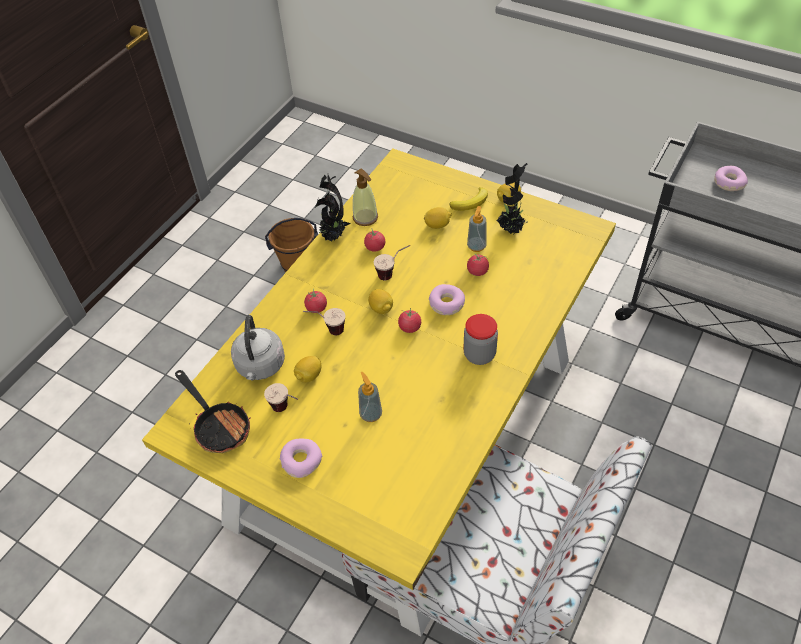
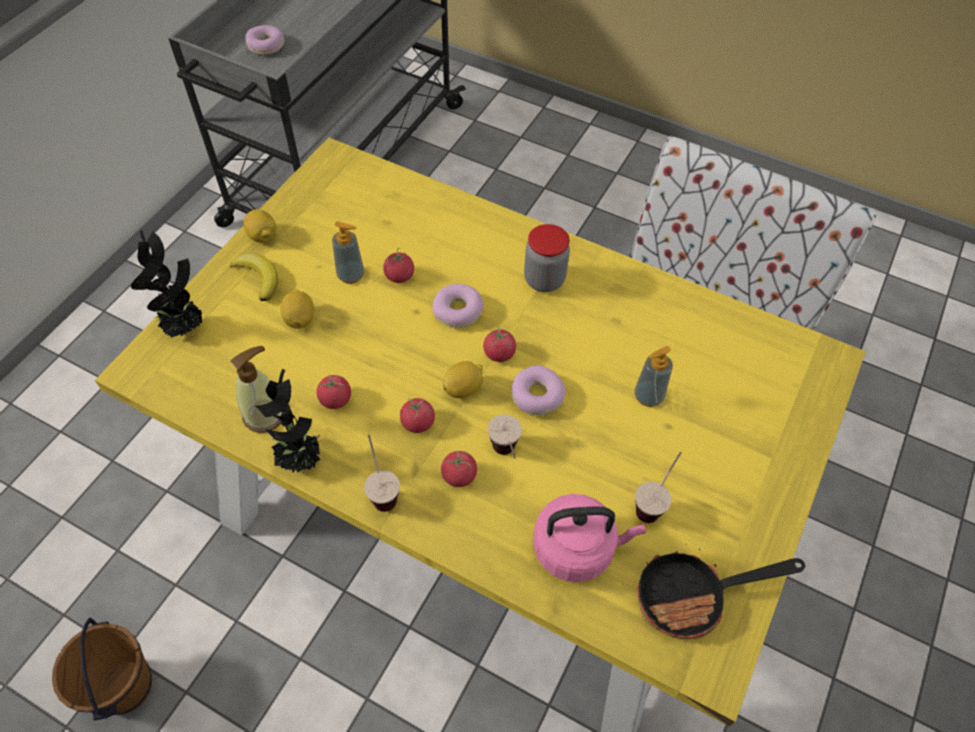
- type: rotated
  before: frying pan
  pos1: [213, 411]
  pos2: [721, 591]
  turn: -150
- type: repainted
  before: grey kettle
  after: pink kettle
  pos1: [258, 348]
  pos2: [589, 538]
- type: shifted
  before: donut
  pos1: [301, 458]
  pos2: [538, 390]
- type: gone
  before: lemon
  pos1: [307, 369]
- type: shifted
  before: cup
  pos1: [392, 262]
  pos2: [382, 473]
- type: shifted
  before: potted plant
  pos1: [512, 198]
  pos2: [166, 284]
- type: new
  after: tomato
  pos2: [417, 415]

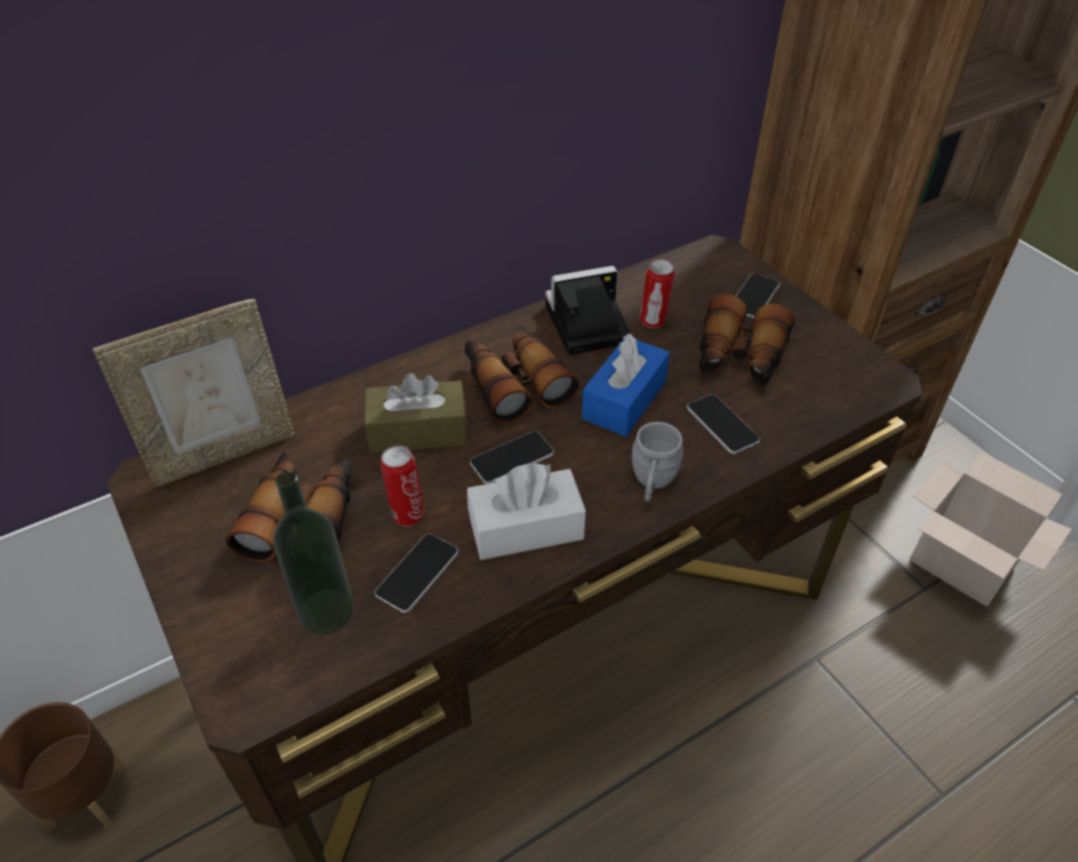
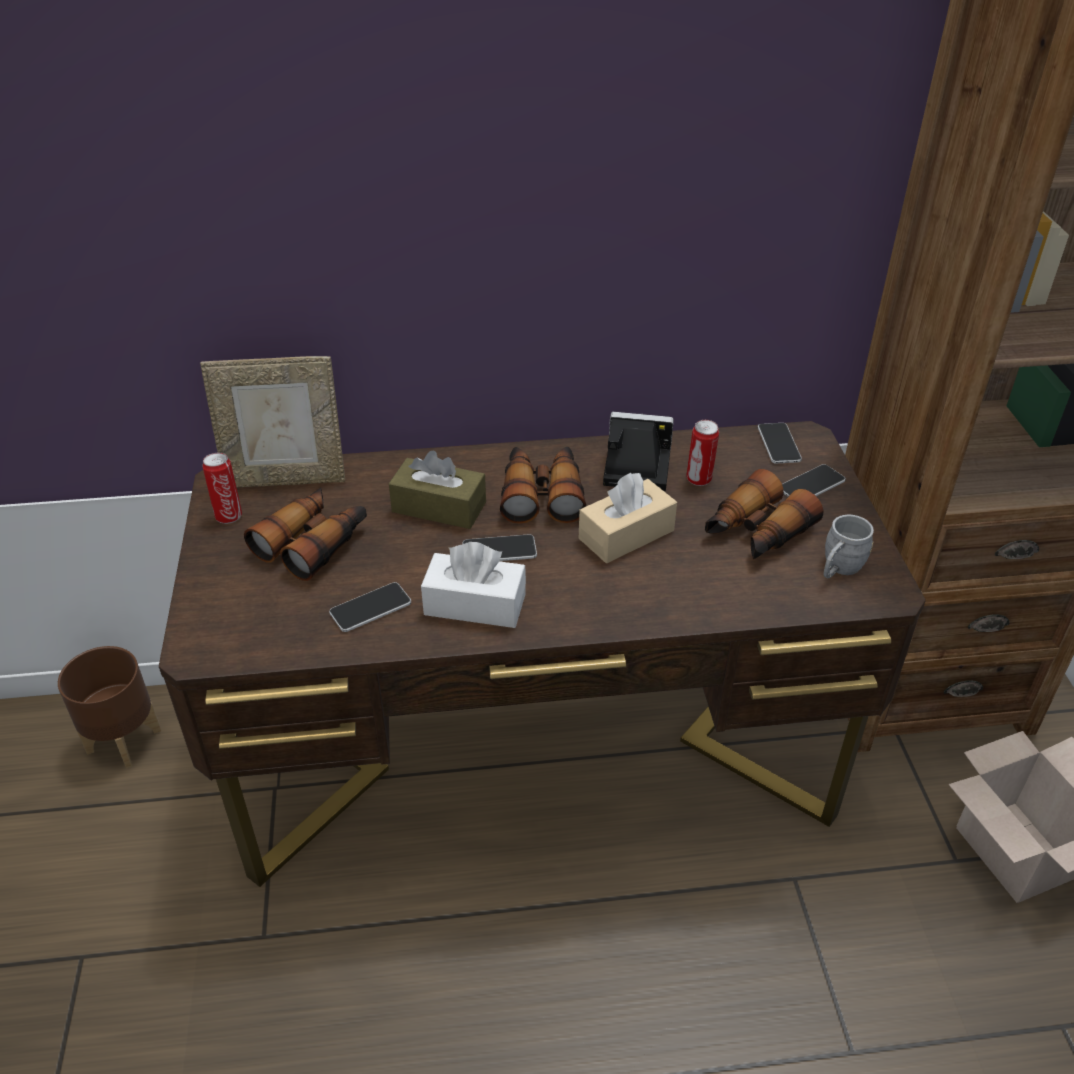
- type: gone
  before: bottle
  pos1: [313, 552]
- type: shifted
  before: can
  pos1: [402, 486]
  pos2: [222, 488]
- type: repainted
  before: blue tissue box
  after: beige tissue box
  pos1: [626, 385]
  pos2: [628, 517]
- type: shifted
  before: grey mug
  pos1: [657, 461]
  pos2: [848, 546]
- type: shifted
  before: phone
  pos1: [723, 424]
  pos2: [780, 443]

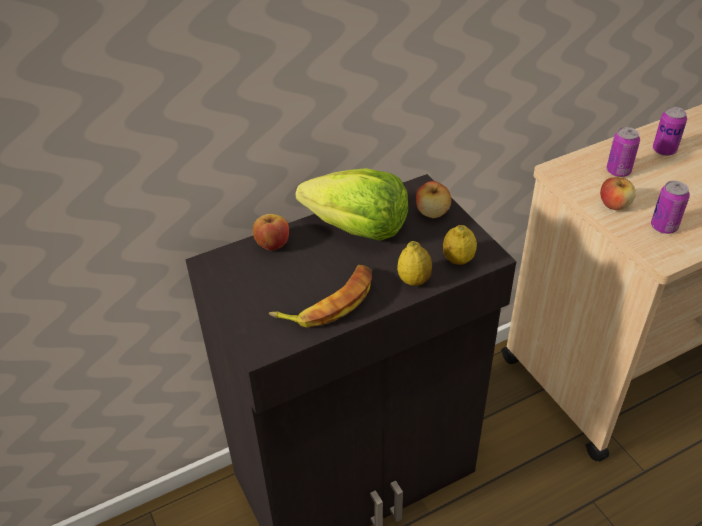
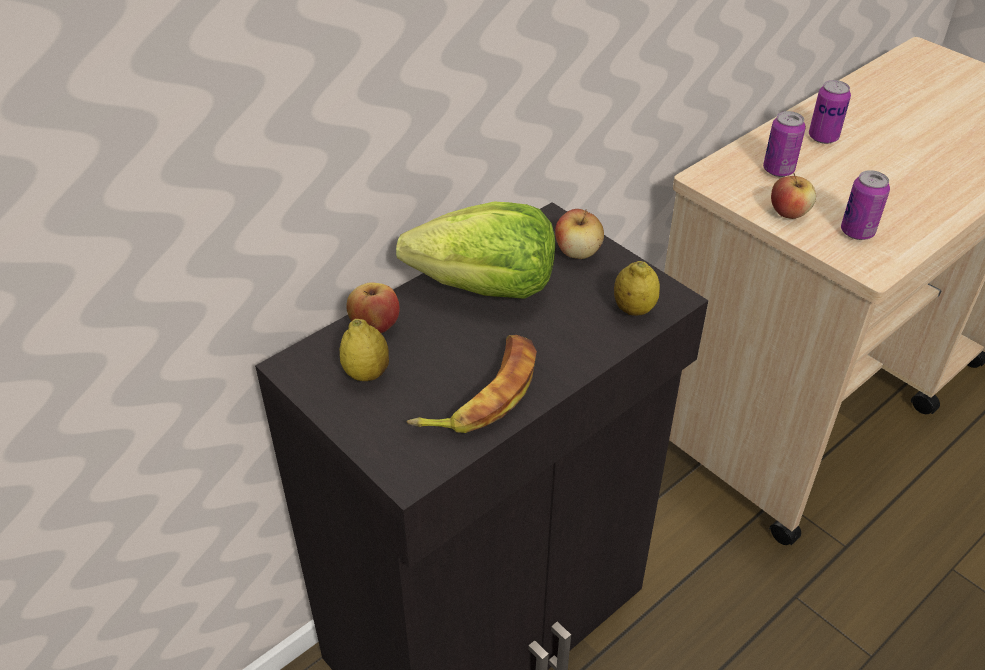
- type: shifted
  before: lemon
  pos1: [414, 263]
  pos2: [364, 350]

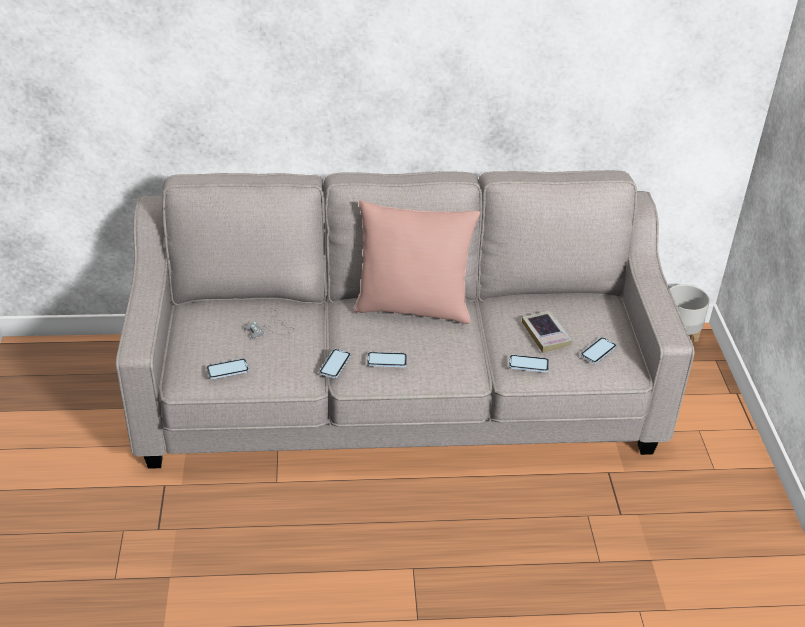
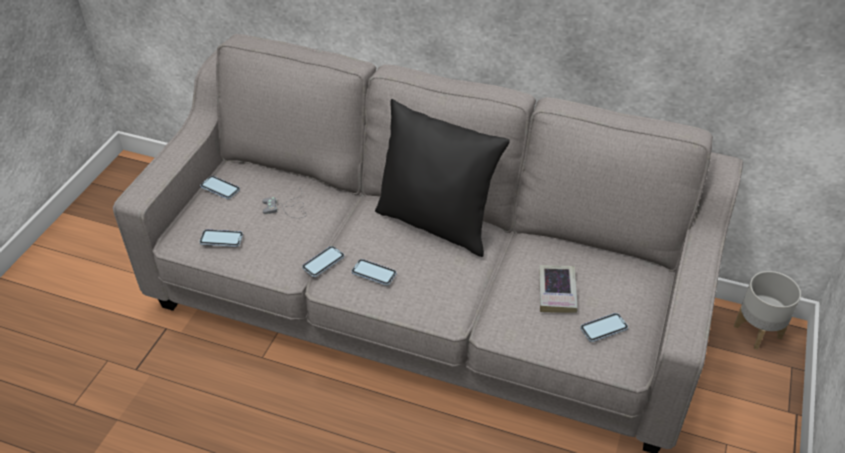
- type: repainted
  before: pink pillow
  after: black pillow
  pos1: [416, 262]
  pos2: [442, 178]
- type: shifted
  before: phone
  pos1: [529, 363]
  pos2: [220, 187]

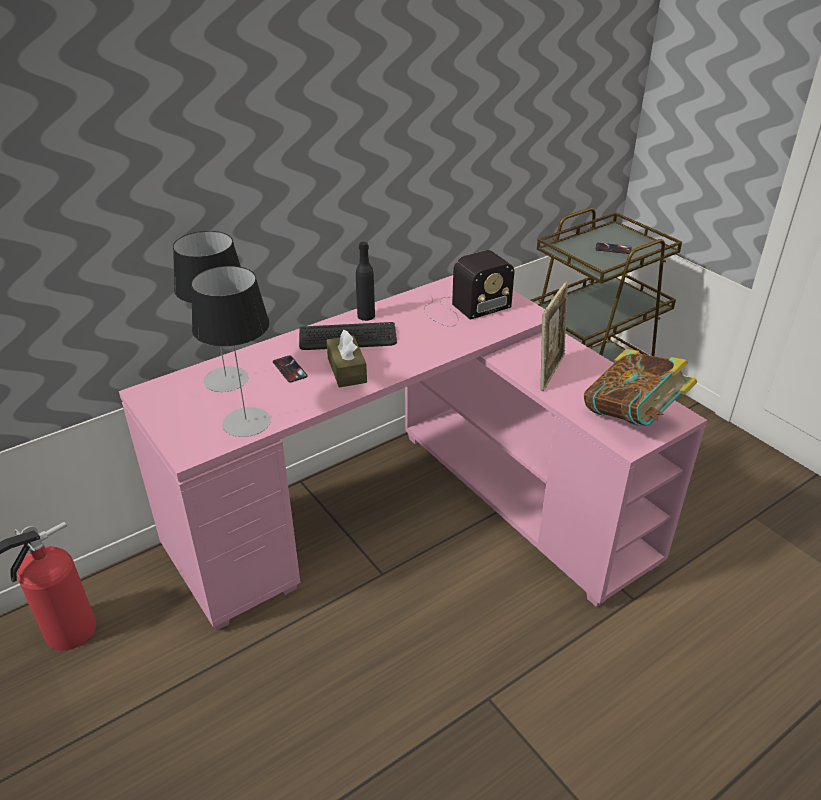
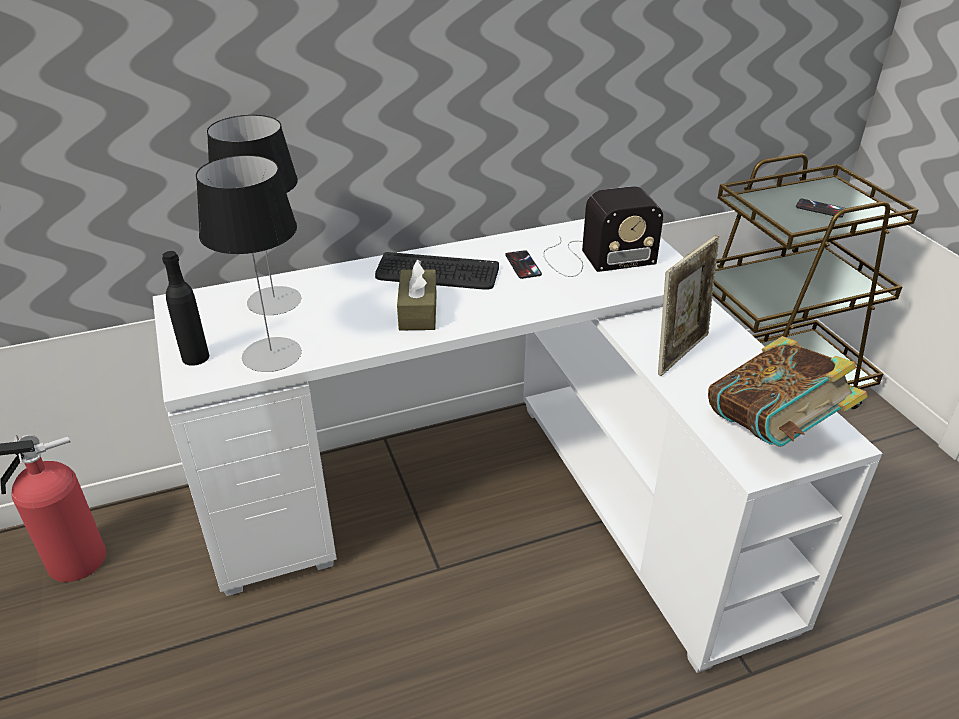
- type: repainted
  before: pink desk
  after: white desk
  pos1: [413, 453]
  pos2: [517, 446]
- type: shifted
  before: phone
  pos1: [290, 369]
  pos2: [523, 264]
- type: shifted
  before: black bottle
  pos1: [365, 281]
  pos2: [185, 308]

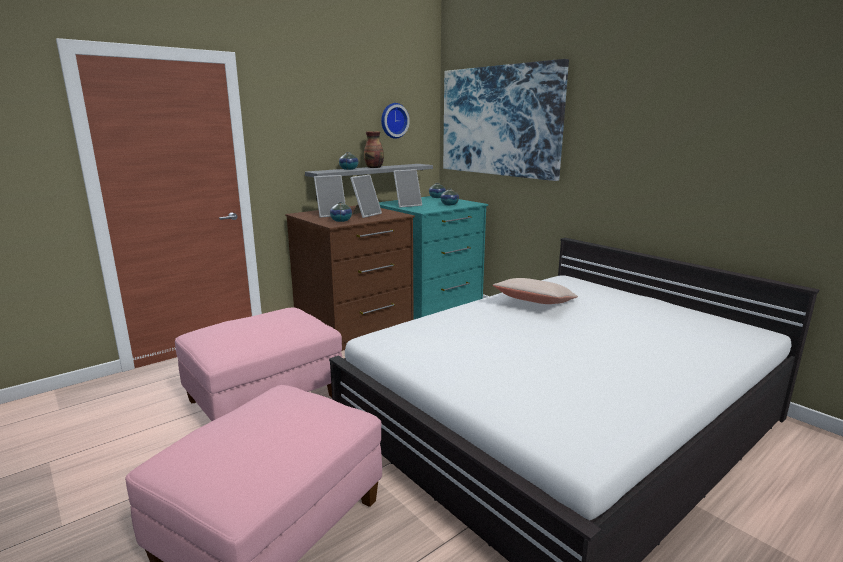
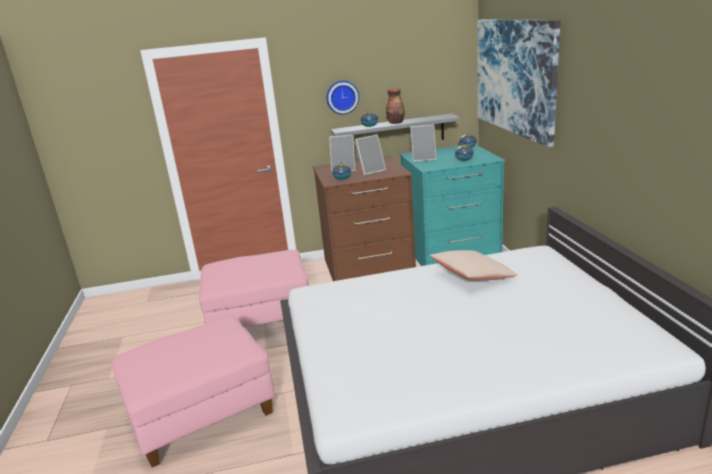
- type: shifted
  before: wall clock
  pos1: [395, 121]
  pos2: [342, 98]

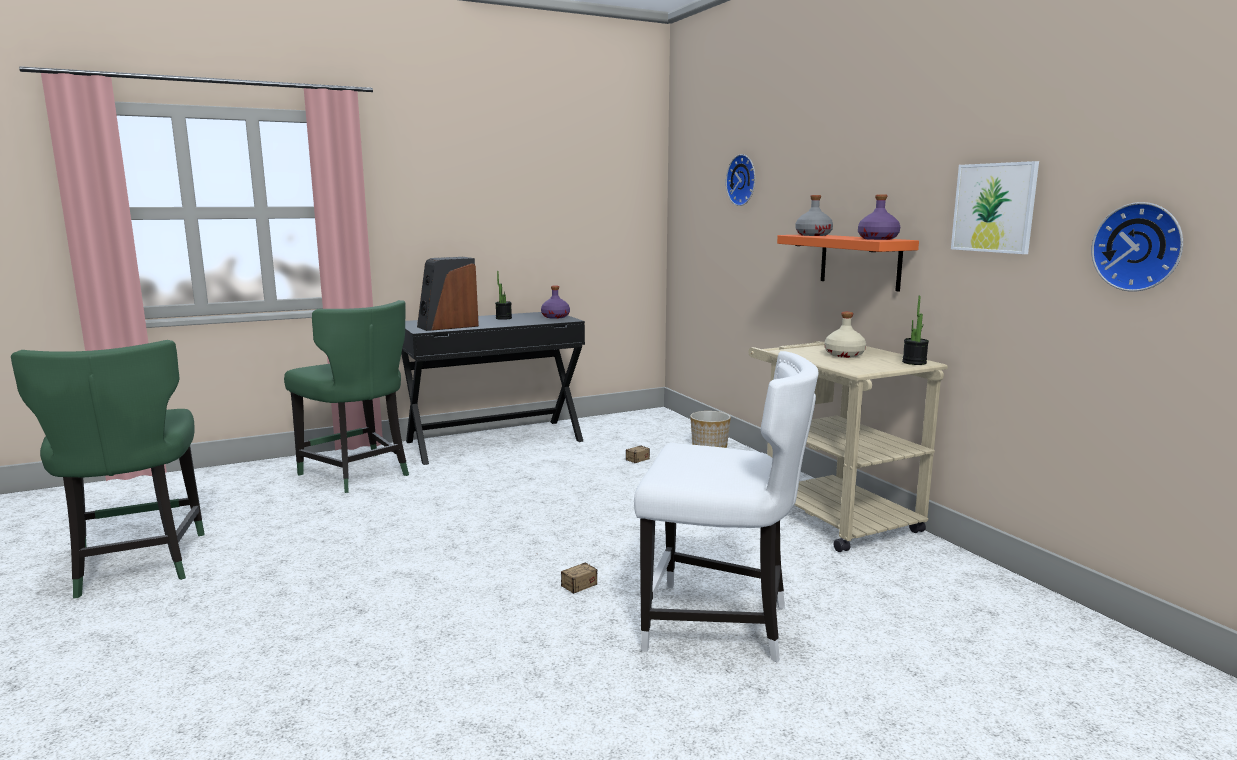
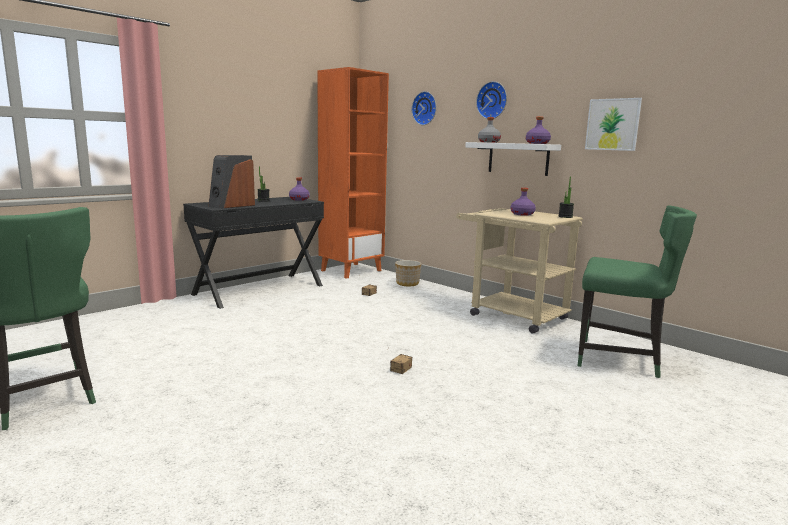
- type: shifted
  before: green chair
  pos1: [346, 396]
  pos2: [637, 291]
- type: gone
  before: white chair
  pos1: [726, 506]
- type: repainted
  before: orange shelf
  after: white shelf
  pos1: [848, 263]
  pos2: [513, 159]
- type: repainted
  before: beige bottle
  after: purple bottle
  pos1: [845, 335]
  pos2: [523, 202]
- type: shifted
  before: wall clock
  pos1: [1137, 247]
  pos2: [491, 100]
- type: new
  after: orange bookcase
  pos2: [353, 173]

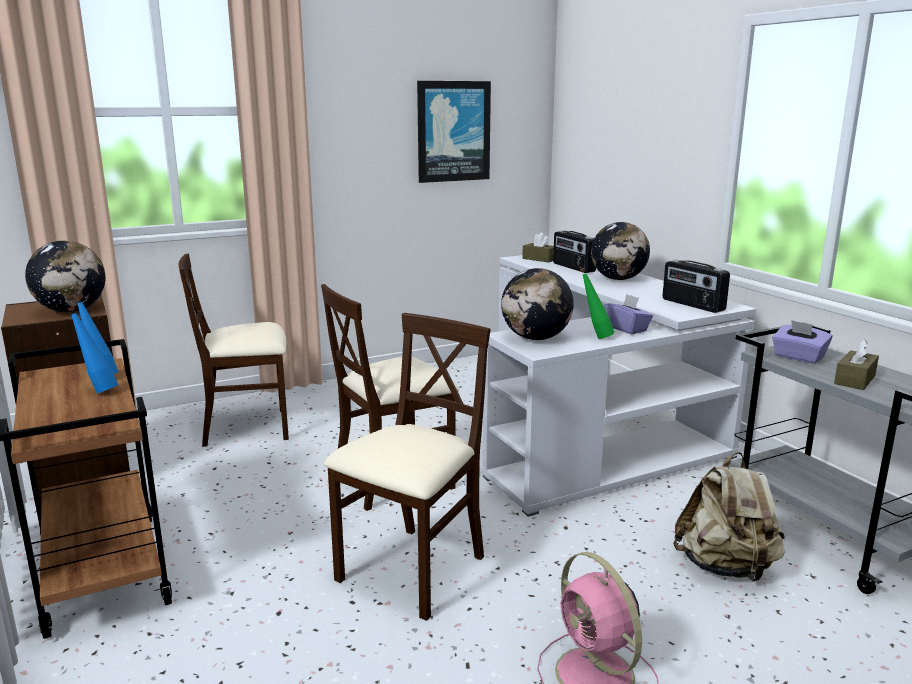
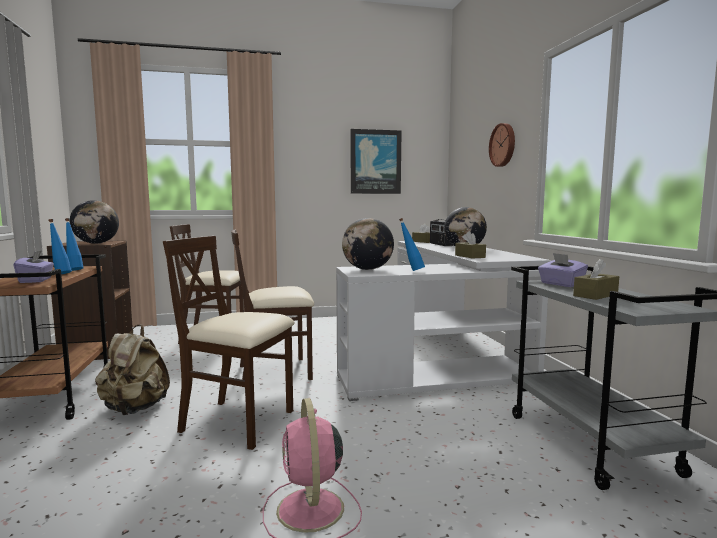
- type: rotated
  before: beige chair
  pos1: [407, 467]
  pos2: [229, 343]
  turn: -120
- type: repainted
  before: green bottle
  after: blue bottle
  pos1: [597, 303]
  pos2: [412, 244]
- type: shifted
  before: purple tissue box
  pos1: [628, 314]
  pos2: [33, 266]
- type: gone
  before: radio
  pos1: [696, 286]
- type: shifted
  before: beige backpack
  pos1: [729, 517]
  pos2: [132, 369]
- type: new
  after: brown tissue box
  pos2: [470, 245]
- type: new
  after: wall clock
  pos2: [502, 145]

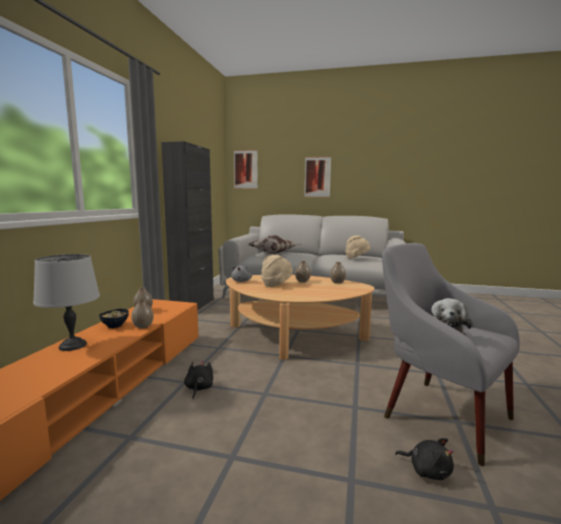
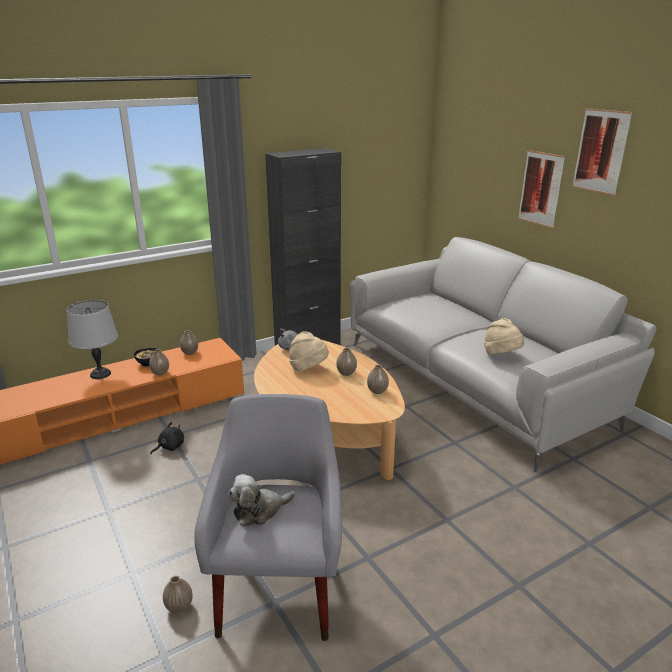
- type: shifted
  before: picture
  pos1: [246, 169]
  pos2: [602, 152]
- type: gone
  before: pillow
  pos1: [275, 244]
- type: swapped
  before: black plush toy
  after: vase
  pos1: [424, 459]
  pos2: [178, 594]

